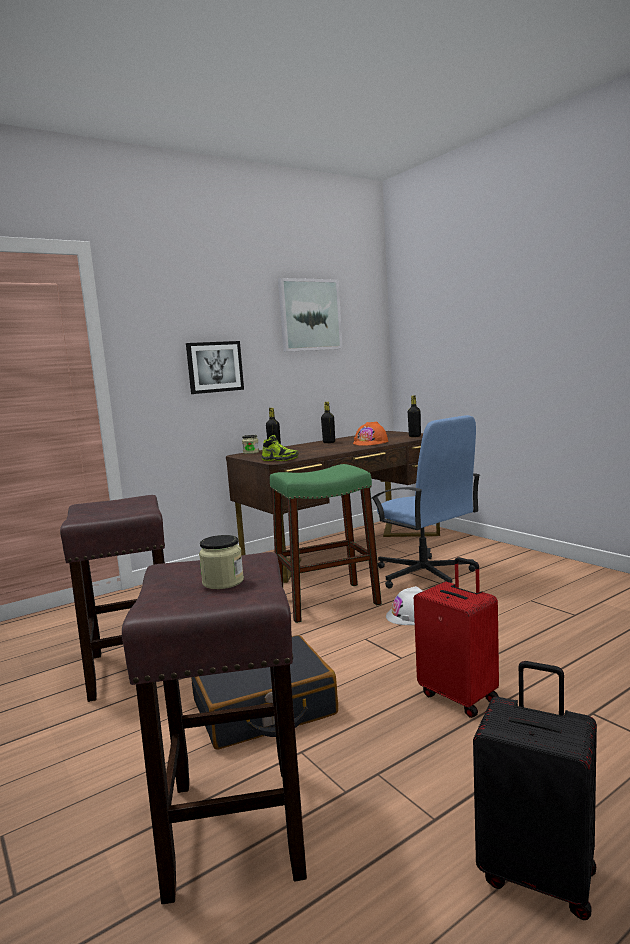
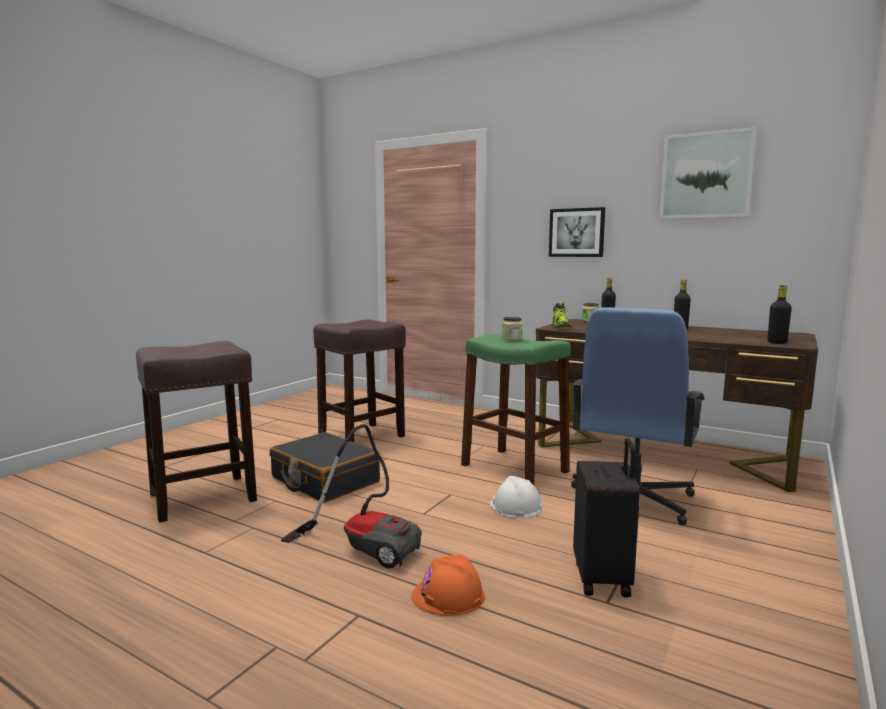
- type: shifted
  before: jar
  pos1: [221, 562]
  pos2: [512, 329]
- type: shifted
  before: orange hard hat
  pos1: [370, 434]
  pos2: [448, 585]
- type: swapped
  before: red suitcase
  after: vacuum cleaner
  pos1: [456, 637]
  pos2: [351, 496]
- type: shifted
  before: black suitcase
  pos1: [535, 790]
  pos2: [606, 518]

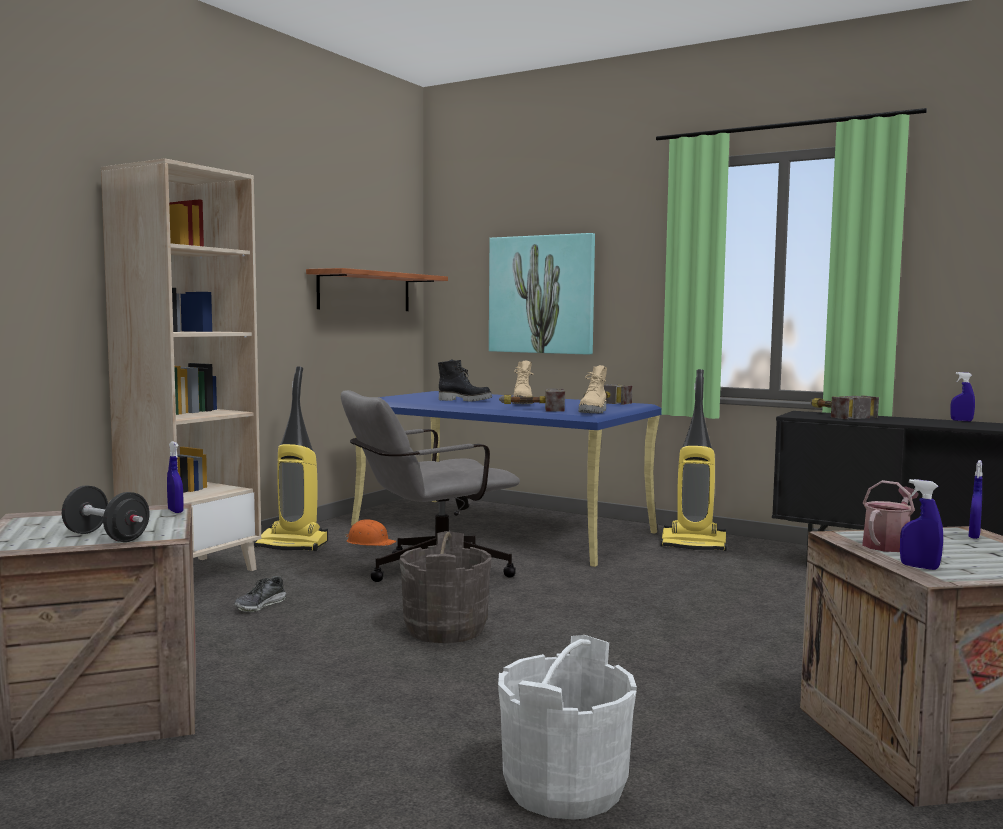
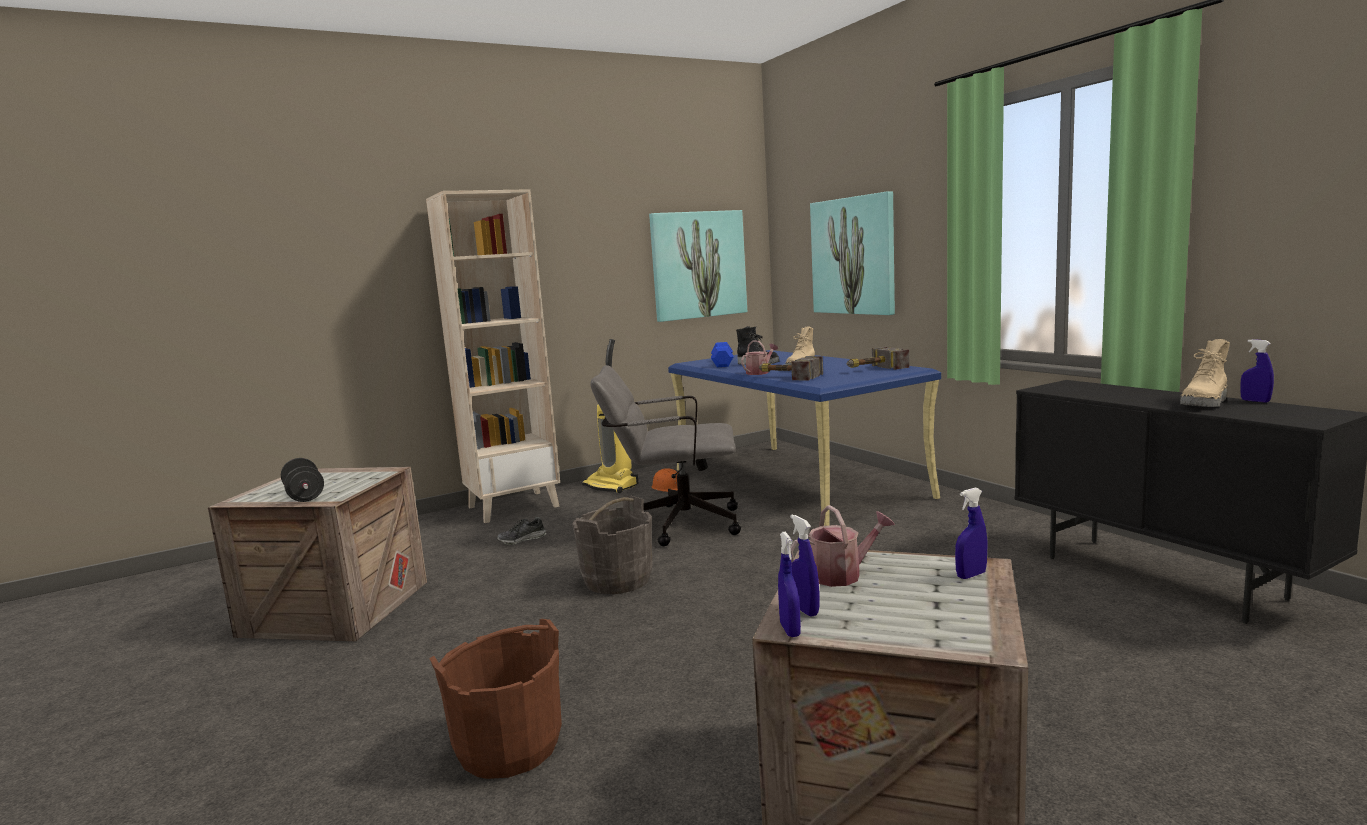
- type: shifted
  before: blue spray bottle
  pos1: [175, 477]
  pos2: [789, 584]
- type: swapped
  before: shelf
  after: picture
  pos1: [377, 289]
  pos2: [698, 266]
- type: repainted
  before: white bucket
  after: brown bucket
  pos1: [567, 727]
  pos2: [495, 699]
- type: shifted
  before: beige boot
  pos1: [592, 389]
  pos2: [1205, 373]
- type: gone
  before: vacuum cleaner
  pos1: [693, 460]
- type: gone
  before: hammer
  pos1: [845, 407]
- type: new
  after: blue dumbbell
  pos2: [722, 354]
- type: new
  after: watering can
  pos2: [759, 357]

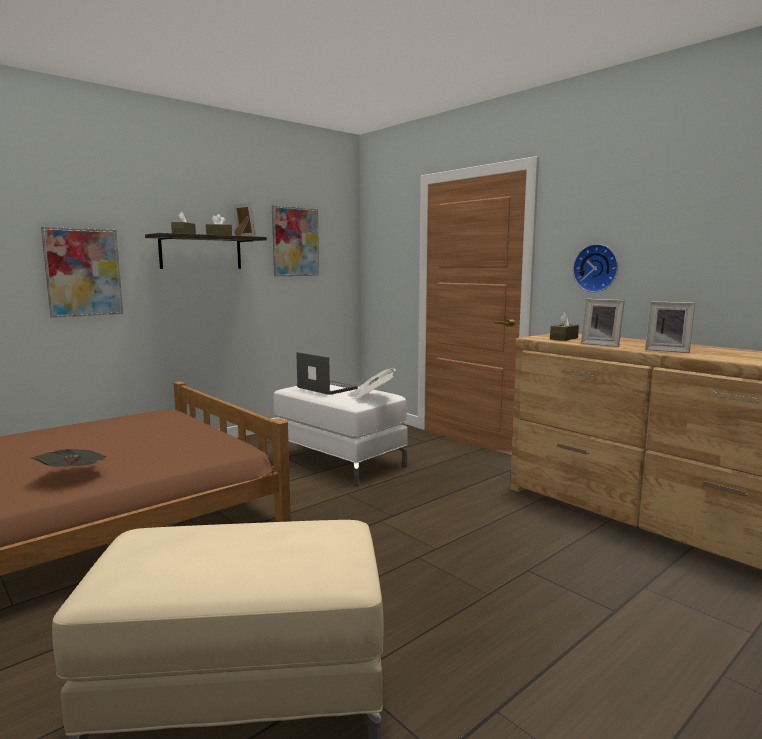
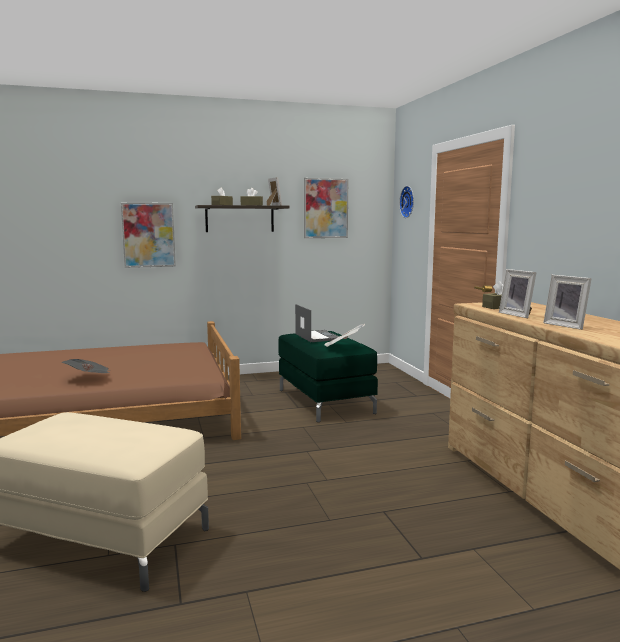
- type: repainted
  before: white ottoman
  after: green ottoman
  pos1: [340, 436]
  pos2: [328, 376]
- type: shifted
  before: wall clock
  pos1: [595, 268]
  pos2: [406, 202]

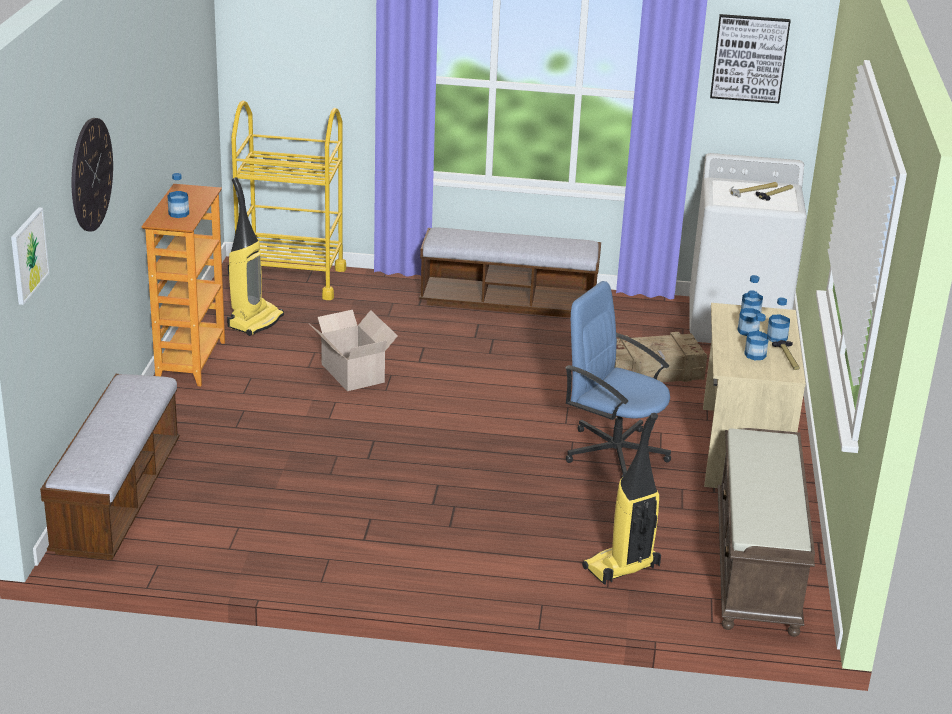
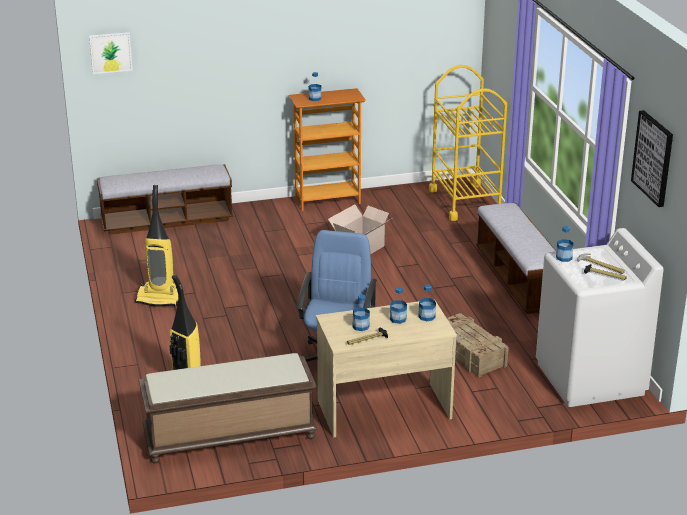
- type: gone
  before: wall clock
  pos1: [92, 175]
- type: shifted
  before: vacuum cleaner
  pos1: [255, 256]
  pos2: [156, 245]
- type: shifted
  before: bottle
  pos1: [778, 319]
  pos2: [565, 244]

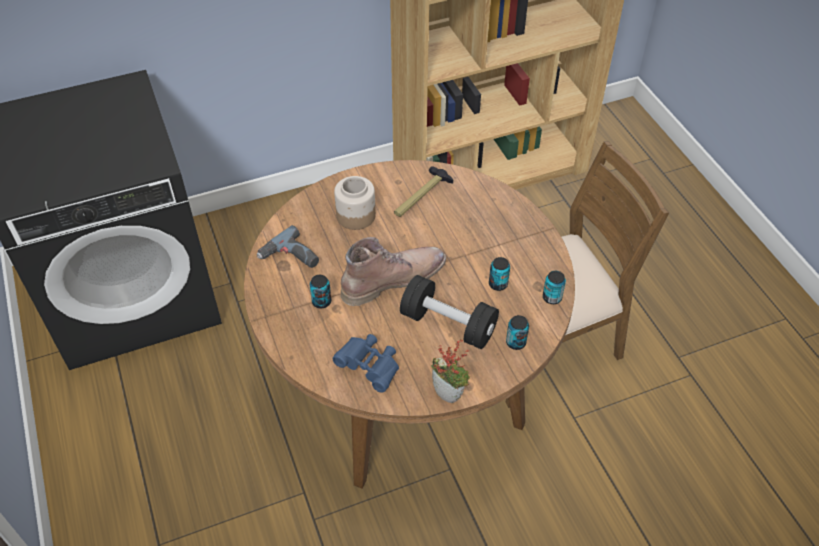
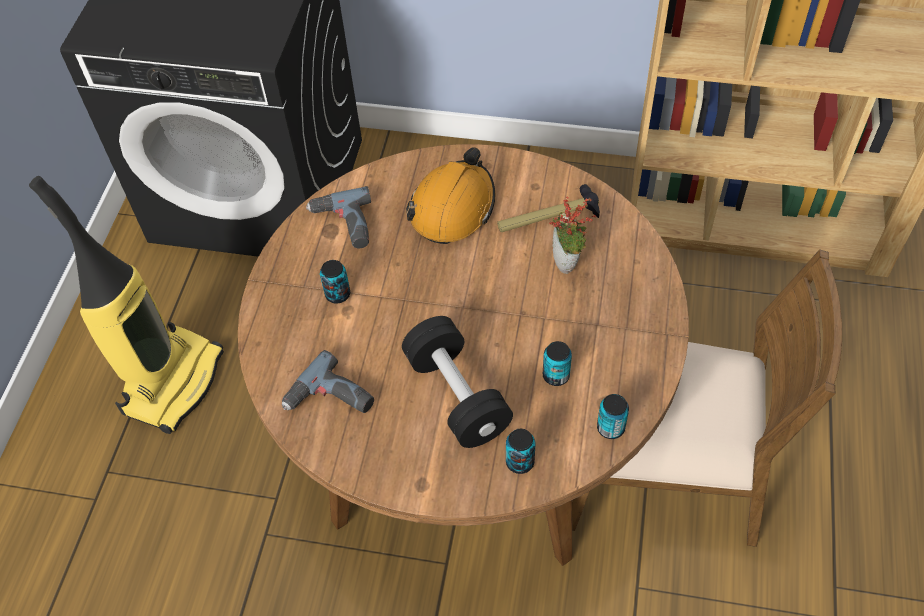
- type: swapped
  before: blue binoculars
  after: power drill
  pos1: [366, 363]
  pos2: [328, 381]
- type: swapped
  before: jar
  after: orange hard hat
  pos1: [355, 203]
  pos2: [450, 195]
- type: gone
  before: brown boot
  pos1: [393, 271]
- type: shifted
  before: potted plant
  pos1: [450, 371]
  pos2: [572, 235]
- type: new
  after: vacuum cleaner
  pos2: [126, 305]

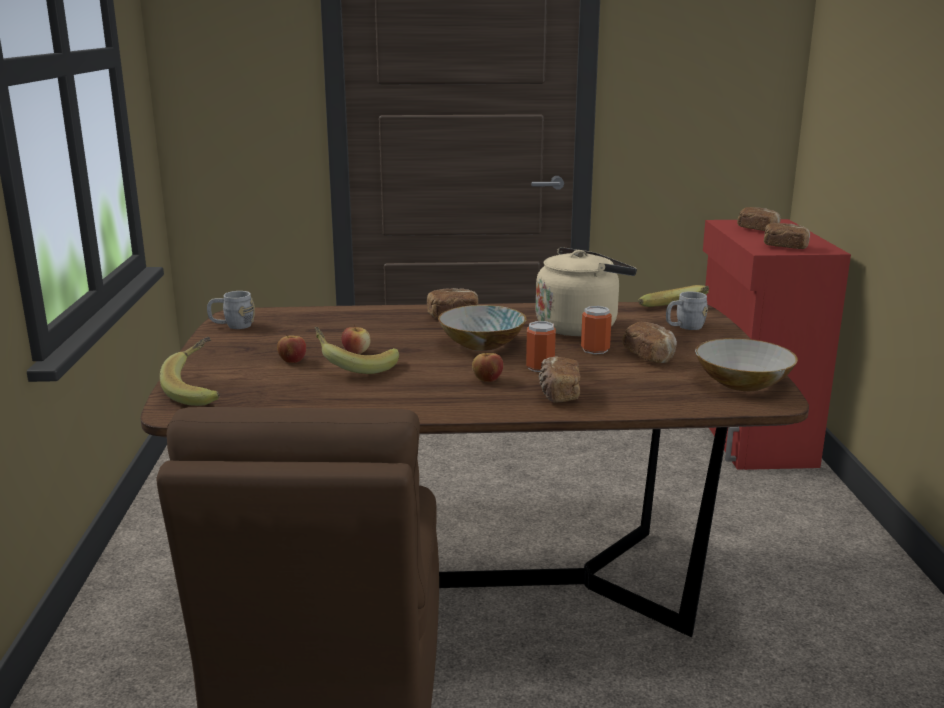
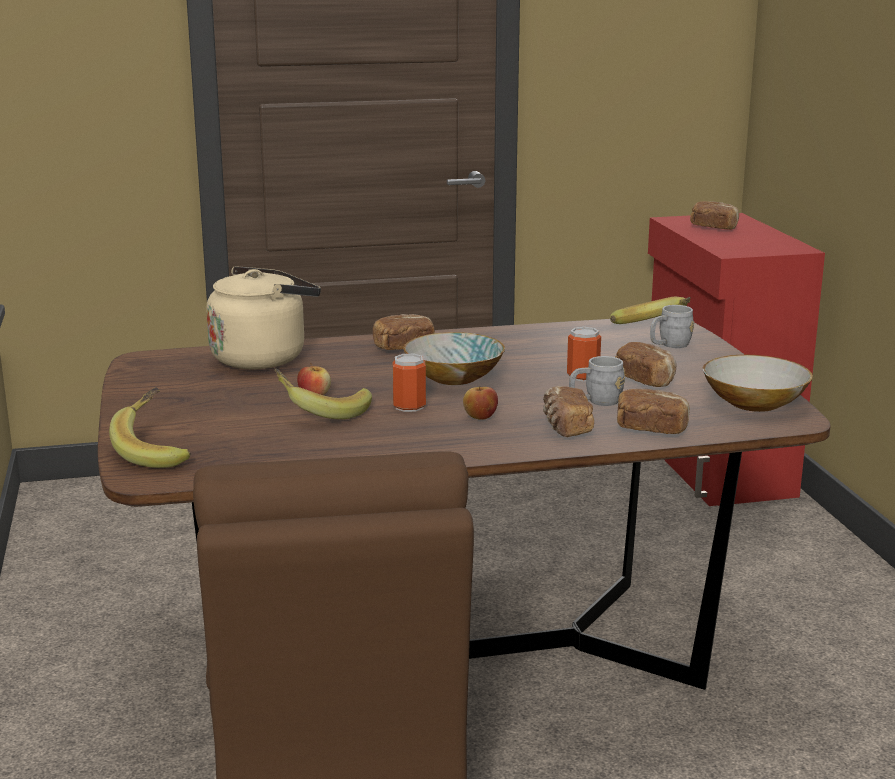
- type: shifted
  before: grey mug
  pos1: [231, 310]
  pos2: [597, 381]
- type: gone
  before: apple
  pos1: [291, 349]
- type: shifted
  before: can
  pos1: [541, 346]
  pos2: [409, 383]
- type: shifted
  before: beige kettle
  pos1: [586, 291]
  pos2: [263, 317]
- type: shifted
  before: bread
  pos1: [787, 236]
  pos2: [653, 411]

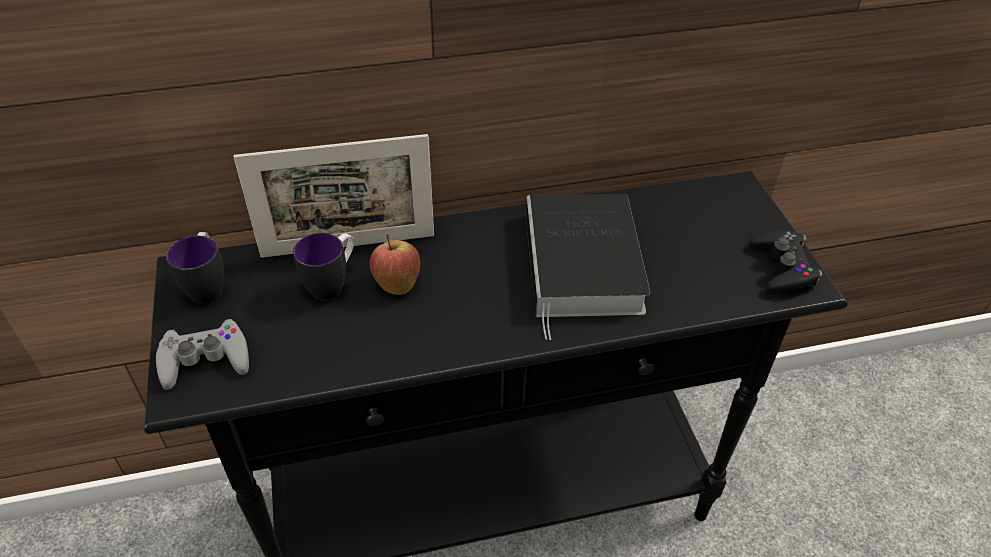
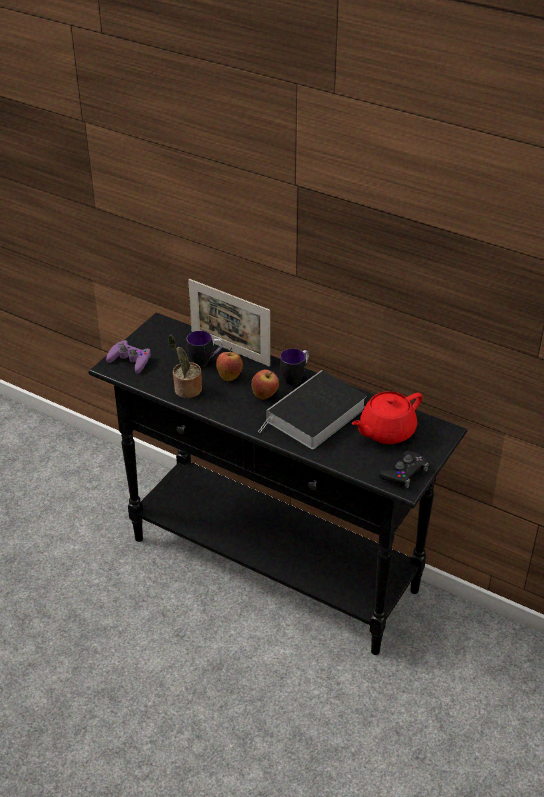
- type: repainted
  before: grey game controller
  after: purple game controller
  pos1: [202, 354]
  pos2: [128, 357]
- type: shifted
  before: mug
  pos1: [195, 268]
  pos2: [294, 366]
- type: new
  after: potted plant
  pos2: [185, 366]
- type: new
  after: apple
  pos2: [265, 384]
- type: new
  after: red teapot
  pos2: [387, 417]

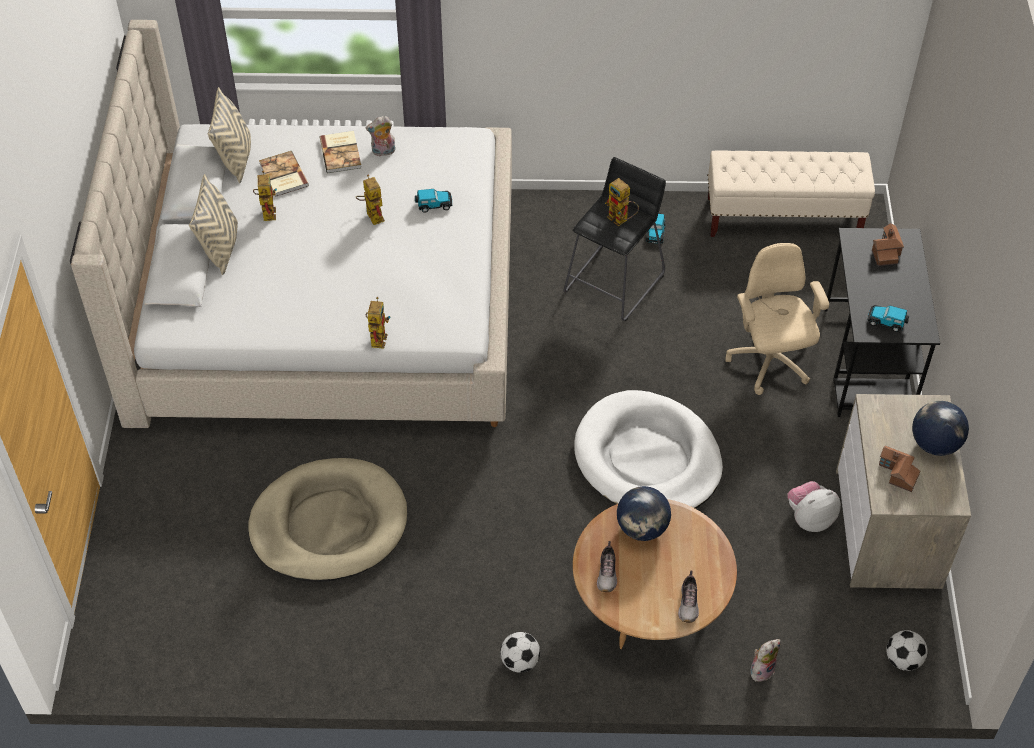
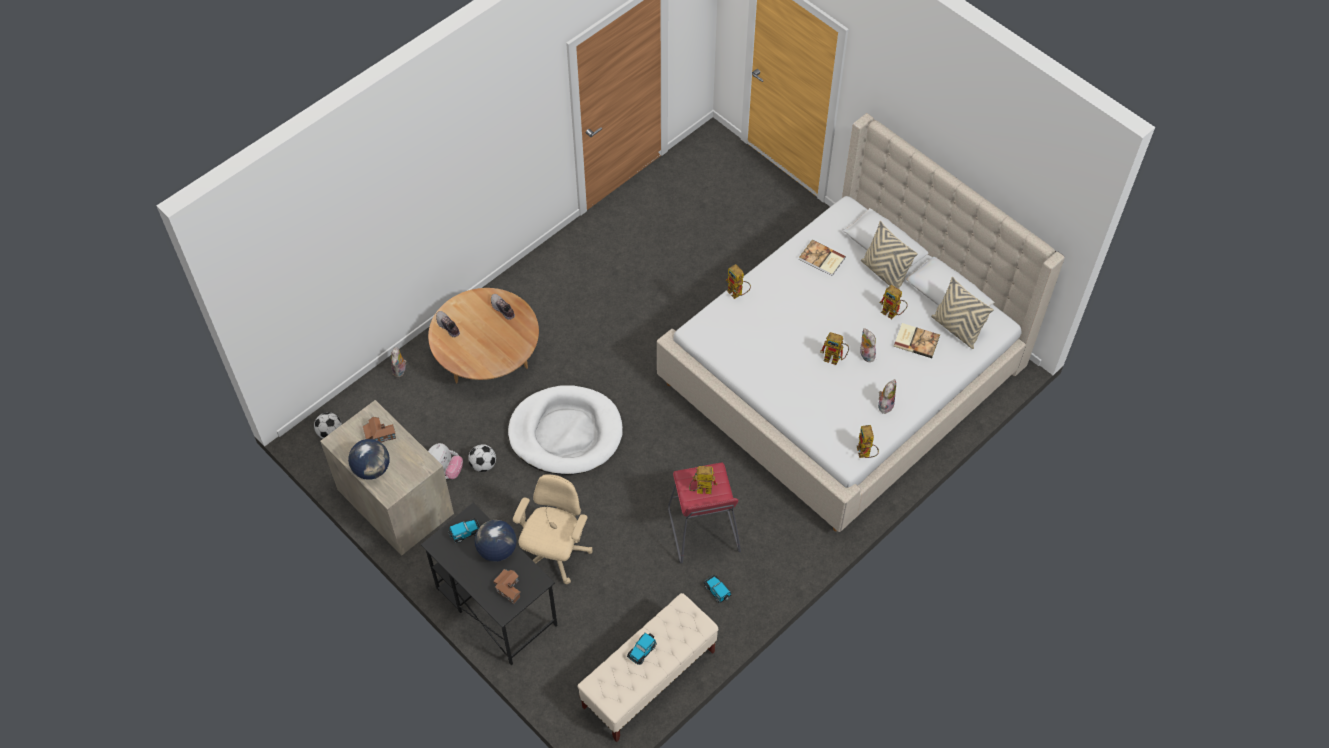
- type: gone
  before: beige dog bed
  pos1: [327, 520]
- type: shifted
  before: book
  pos1: [340, 152]
  pos2: [822, 257]
- type: shifted
  before: toy car
  pos1: [433, 200]
  pos2: [642, 649]
- type: shifted
  before: football
  pos1: [520, 652]
  pos2: [482, 458]
- type: repainted
  before: black stool
  after: red stool
  pos1: [615, 239]
  pos2: [704, 513]
- type: shifted
  before: globe
  pos1: [644, 513]
  pos2: [496, 541]
- type: rotated
  before: beige office chair
  pos1: [777, 319]
  pos2: [552, 529]
  turn: -105
- type: new
  after: toy robot
  pos2: [868, 441]
- type: new
  after: plush toy
  pos2: [868, 345]

